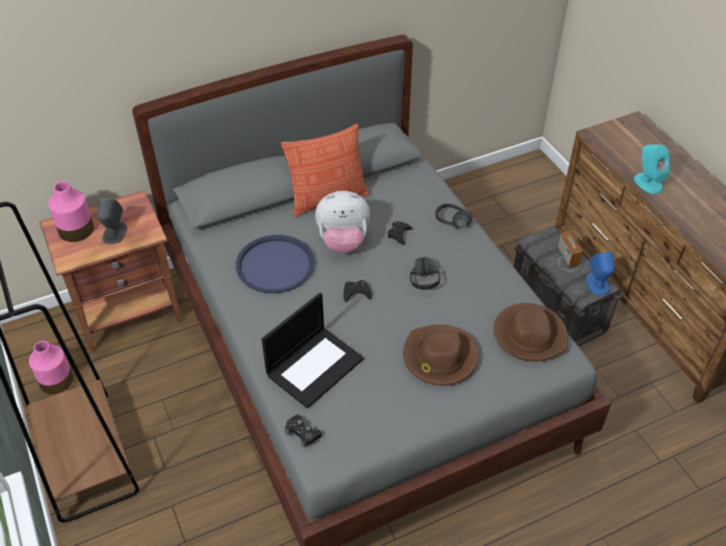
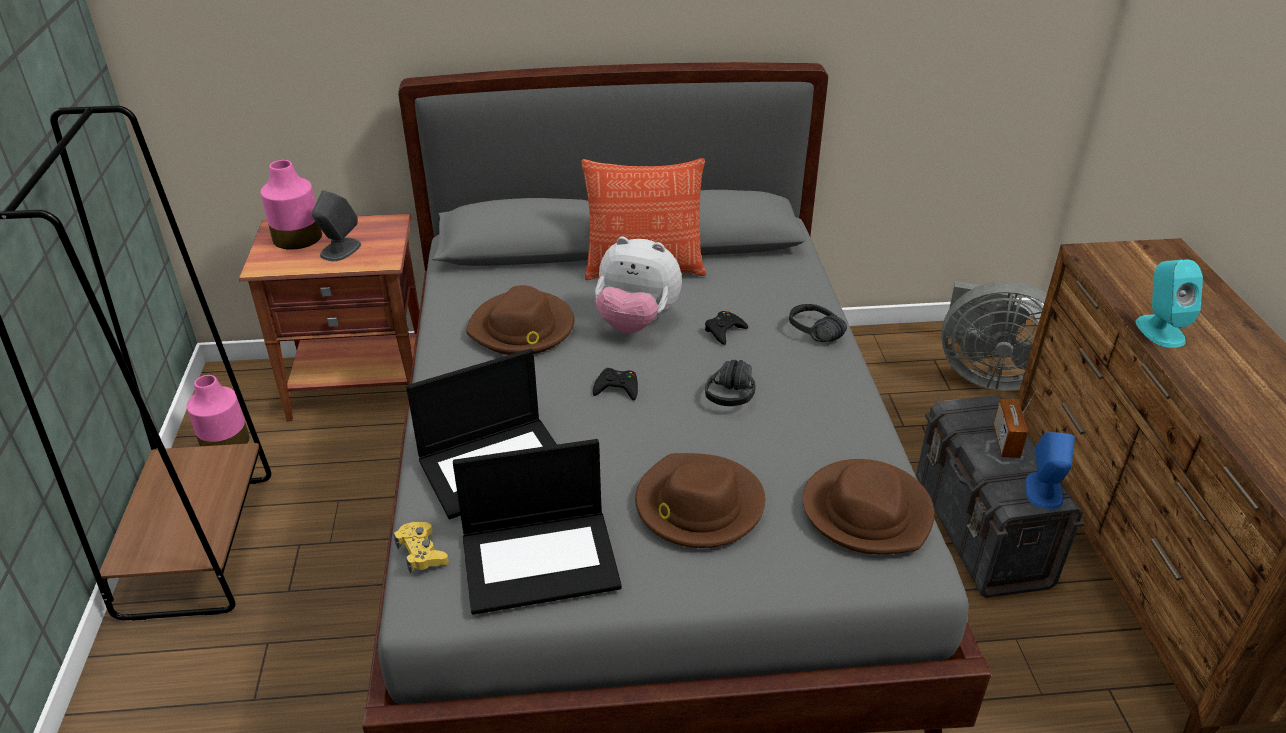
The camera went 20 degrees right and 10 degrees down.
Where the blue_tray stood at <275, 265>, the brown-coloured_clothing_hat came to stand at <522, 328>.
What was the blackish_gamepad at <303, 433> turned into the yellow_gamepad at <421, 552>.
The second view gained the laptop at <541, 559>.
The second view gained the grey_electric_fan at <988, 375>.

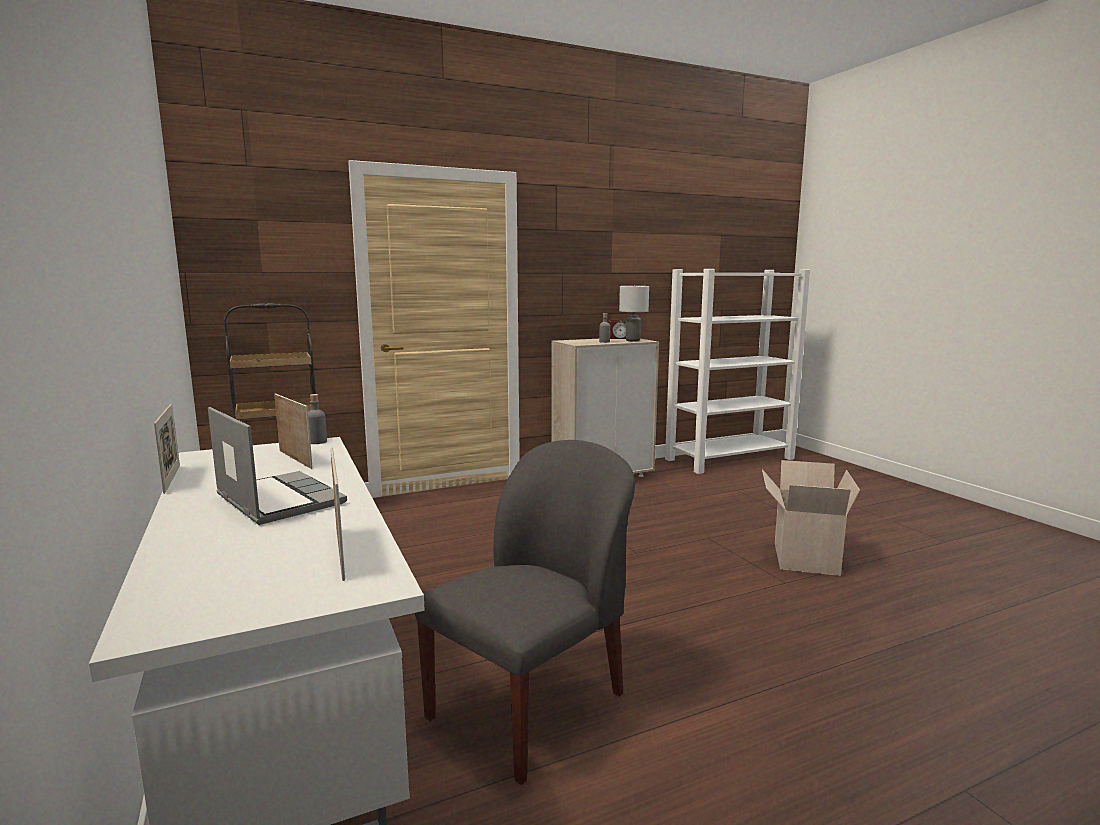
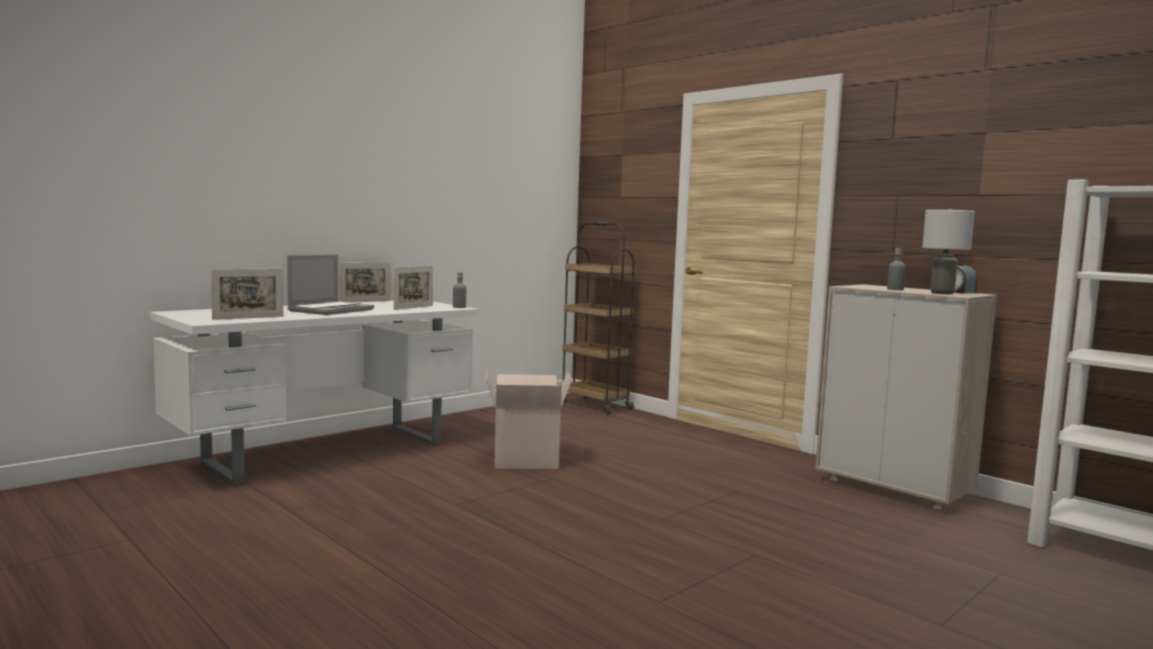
The camera went 70 degrees right and 5 degrees down.
The second view lost the grey_chair at <531, 704>.
The cardboard_box ended up elsewhere, having gone from <802, 558> to <527, 459>.

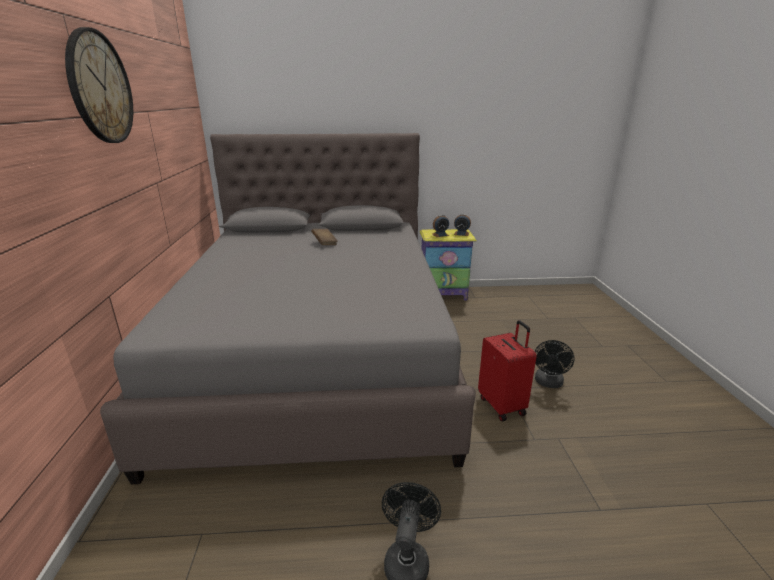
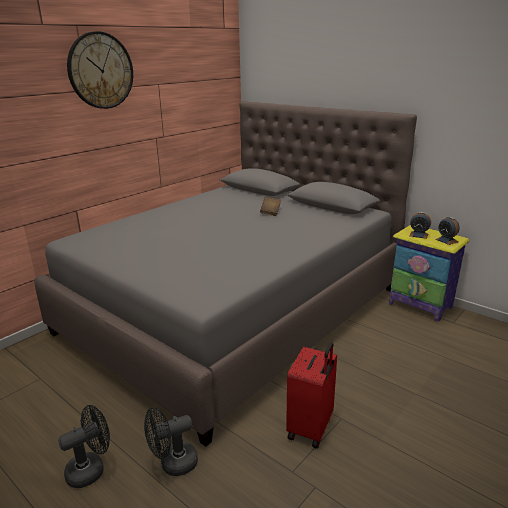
The camera went 45 degrees right and 0 degrees up.
The blackish_electric_fan ended up elsewhere, having gone from <548, 383> to <173, 464>.

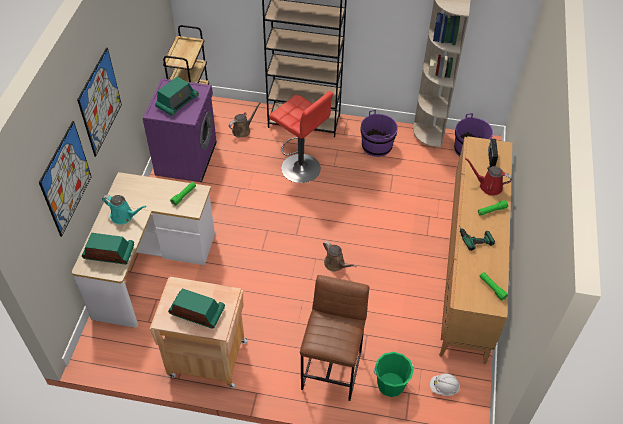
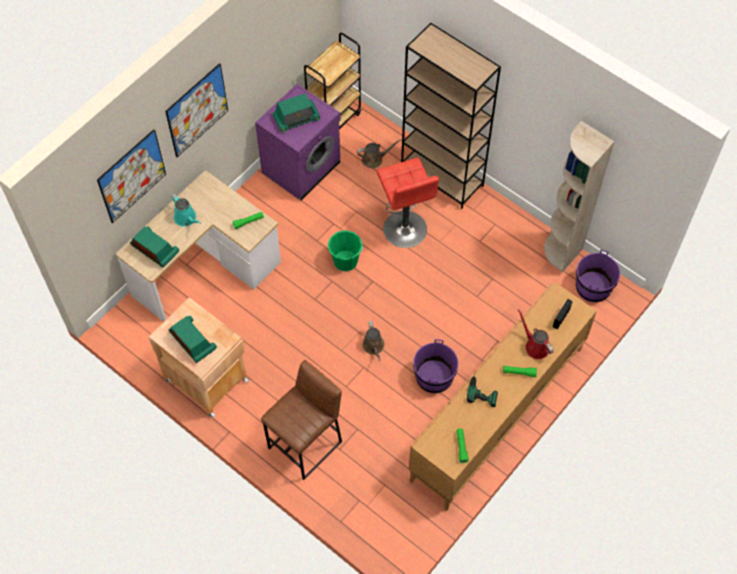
The camera went 30 degrees right and 10 degrees up.
The purplish_bucket ended up elsewhere, having gone from <377, 146> to <434, 377>.
The green_bucket ended up elsewhere, having gone from <390, 384> to <345, 261>.
The second view lost the white_work_helmet at <443, 388>.

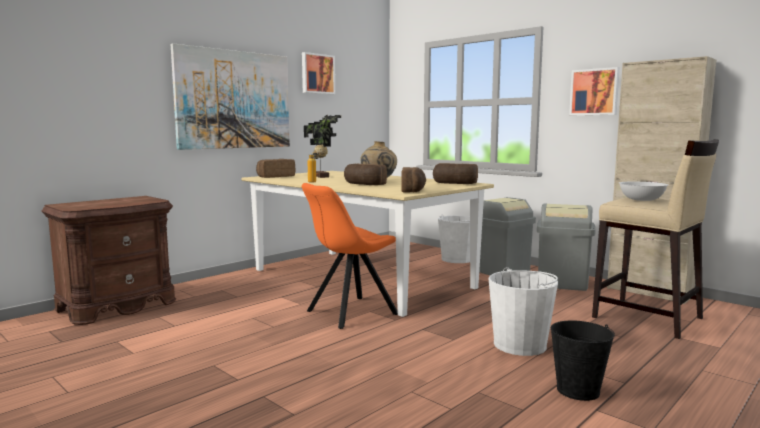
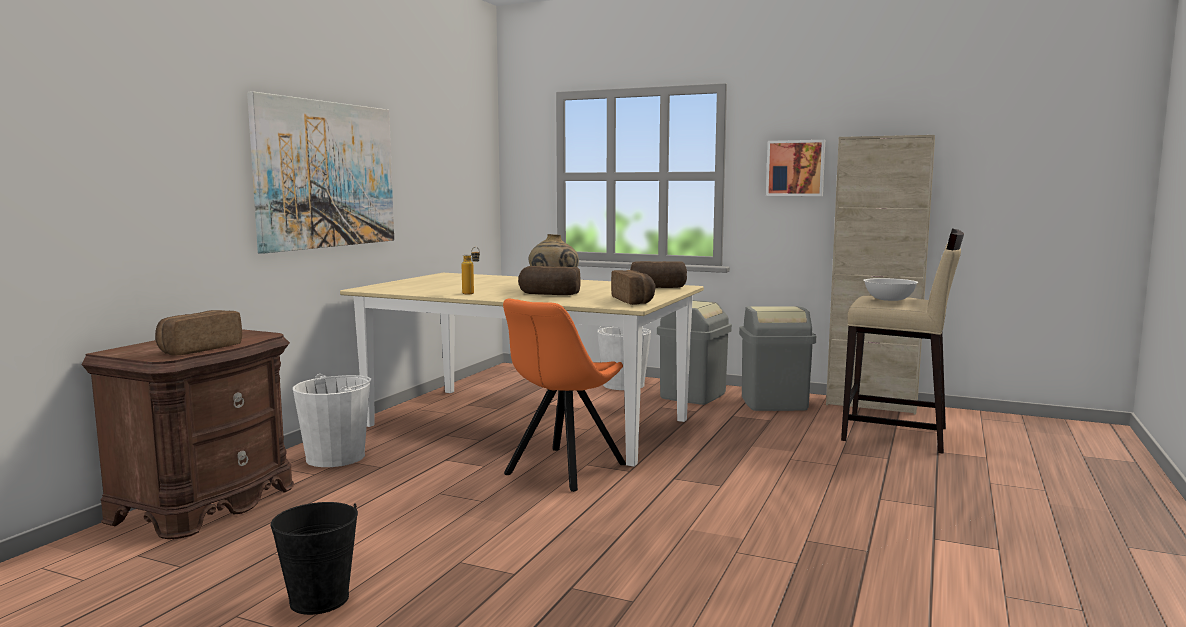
The camera went 20 degrees left and 0 degrees up.
The bakery_bread ended up elsewhere, having gone from <275, 176> to <198, 349>.
The second view lost the wall_art at <317, 74>.
The second view lost the plant_in_a_pot at <323, 176>.
The white_bucket ended up elsewhere, having gone from <520, 345> to <336, 457>.
The blackish_bucket ended up elsewhere, having gone from <577, 390> to <319, 599>.

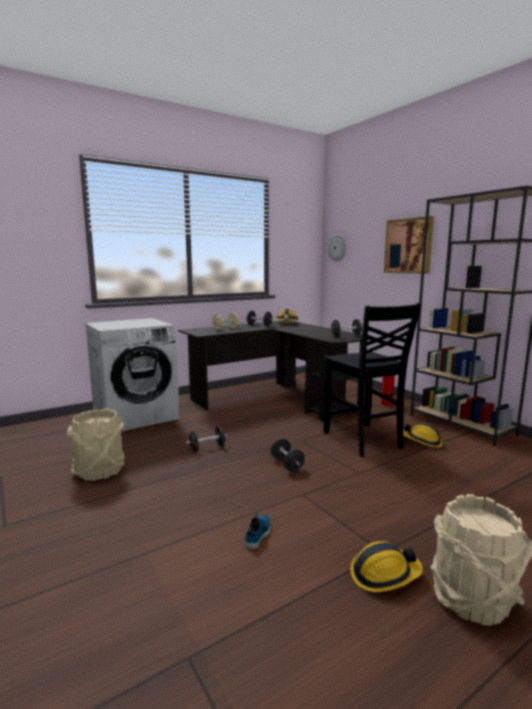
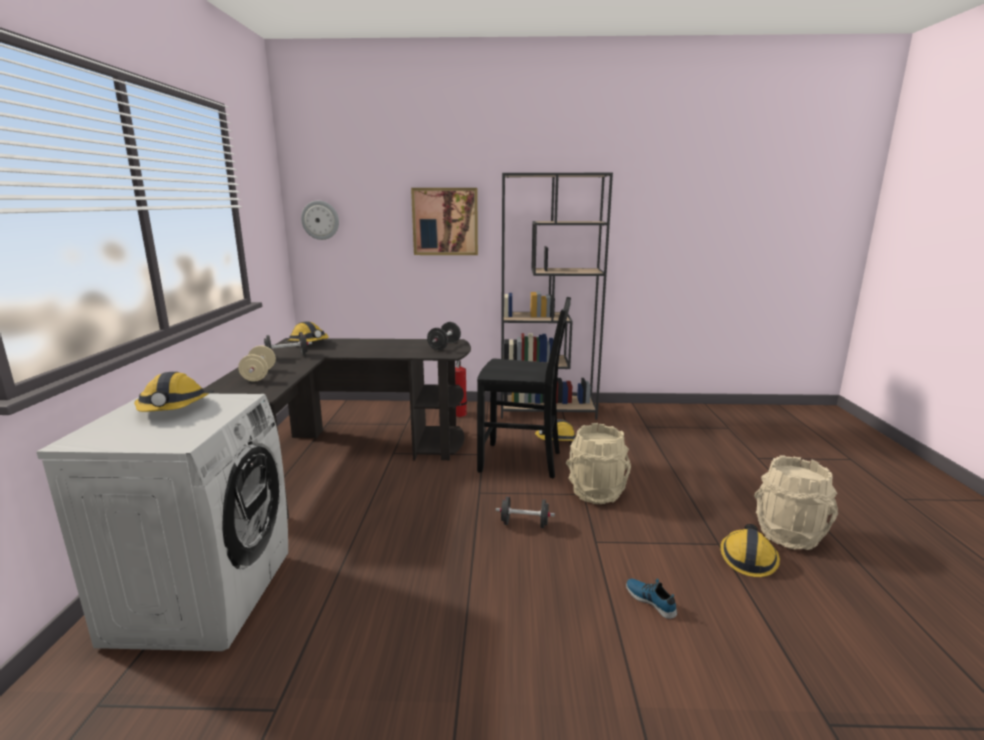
The camera went 55 degrees left and 5 degrees up.
The beige_bucket ended up elsewhere, having gone from <100, 471> to <596, 492>.
The second view lost the blackish_dumbbell at <207, 448>.
The second view gained the work_helmet at <173, 408>.

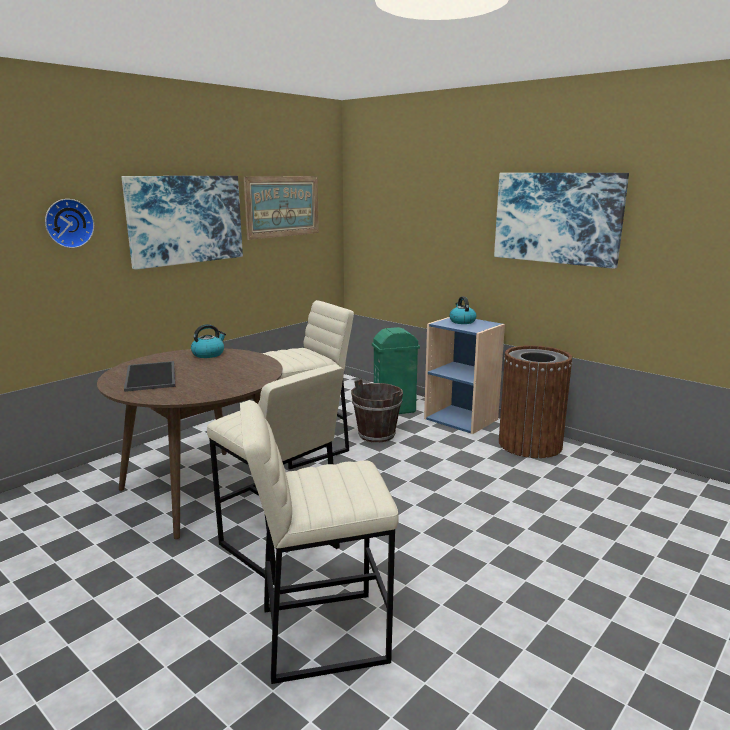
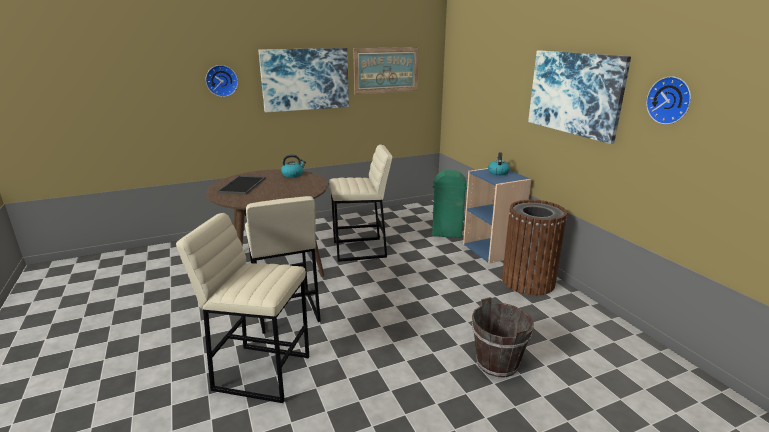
The camera went 25 degrees right and 5 degrees up.
The brown-coloured_bucket ended up elsewhere, having gone from <377, 435> to <497, 363>.
The second view gained the clock_on_the_wall at <670, 100>.

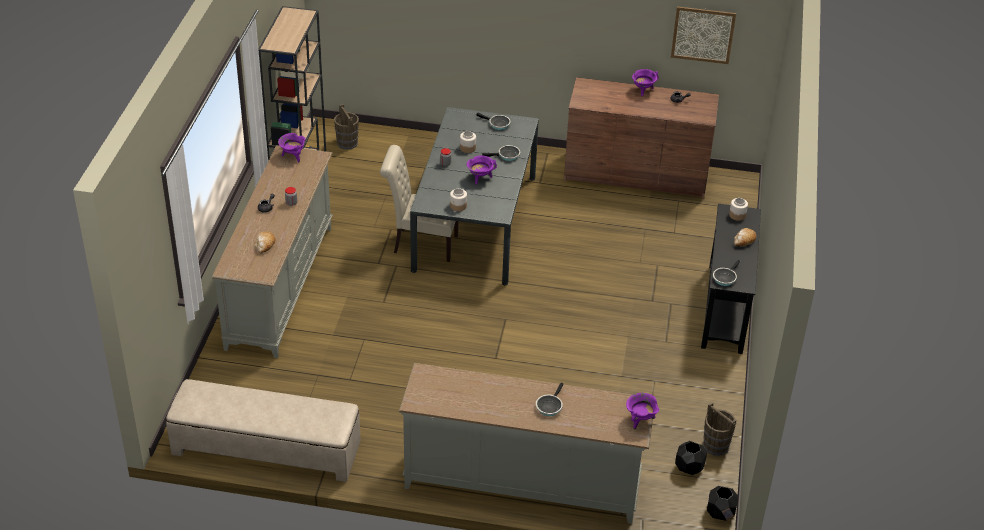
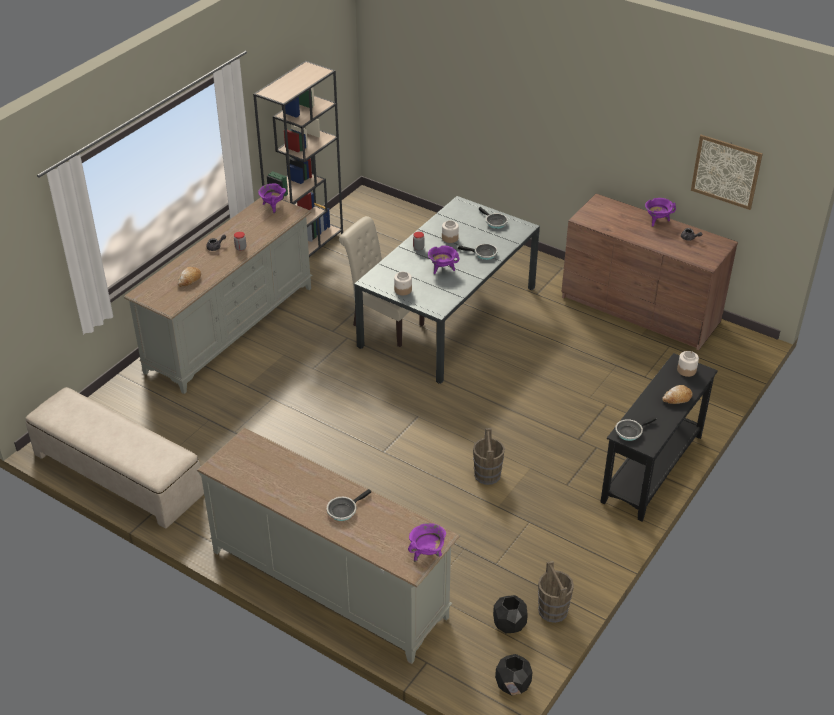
The camera went 25 degrees right and 0 degrees up.
The brown-coloured_bucket ended up elsewhere, having gone from <347, 143> to <487, 474>.

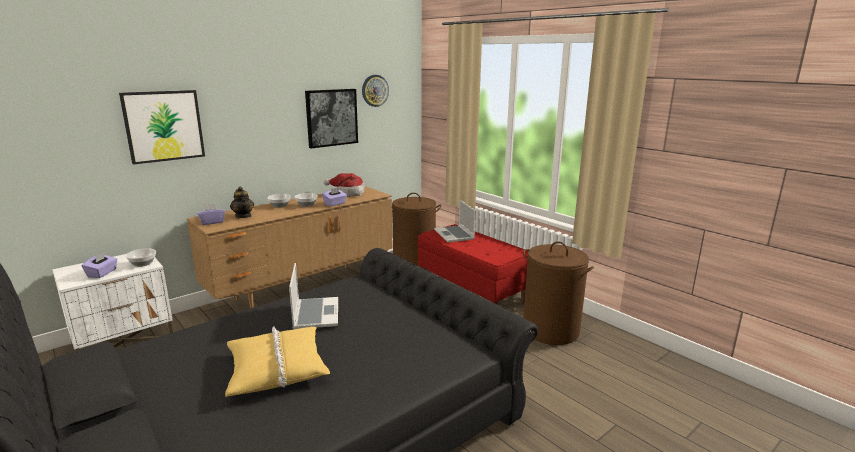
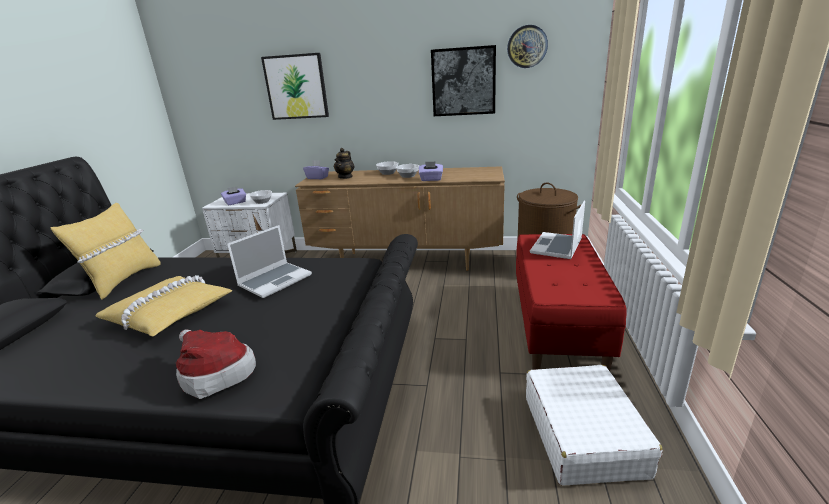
The camera went 50 degrees right and 5 degrees up.
The clothing_hat ended up elsewhere, having gone from <348, 193> to <215, 374>.
Where the brown-coloured_laundry_basket stood at <550, 330>, the white_piece_of_luggage came to stand at <582, 434>.
The second view gained the yellow_throw_pillow at <123, 280>.

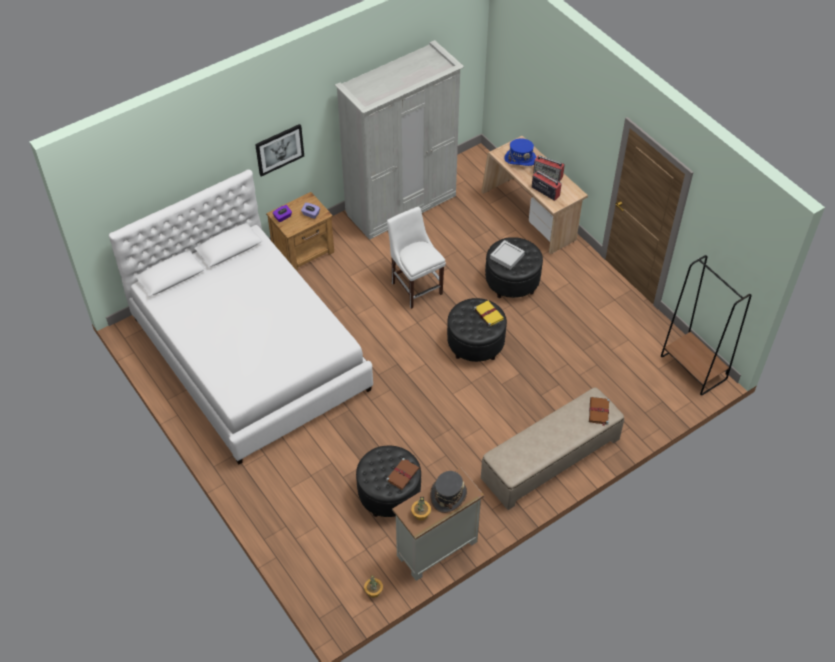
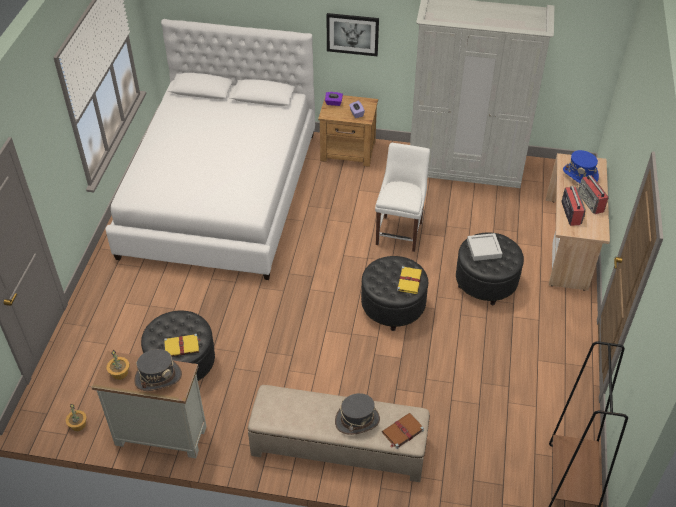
The camera went 45 degrees right and 5 degrees down.
What was the brown-coloured_bound_book at <403, 474> turned into the yellow_bound_book at <182, 346>.
The second view gained the grey_clothing_hat at <357, 420>.

